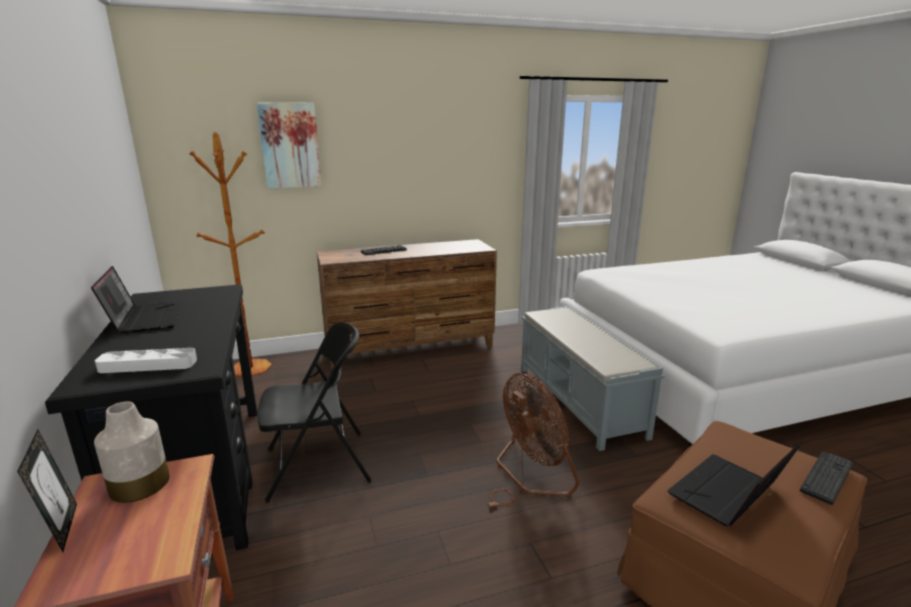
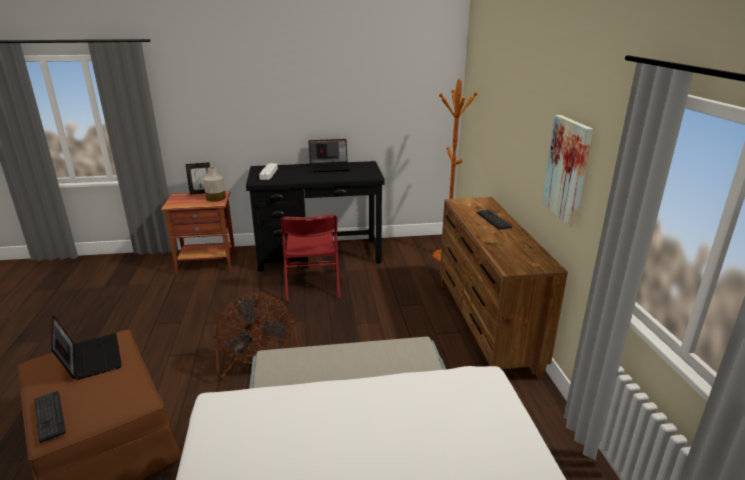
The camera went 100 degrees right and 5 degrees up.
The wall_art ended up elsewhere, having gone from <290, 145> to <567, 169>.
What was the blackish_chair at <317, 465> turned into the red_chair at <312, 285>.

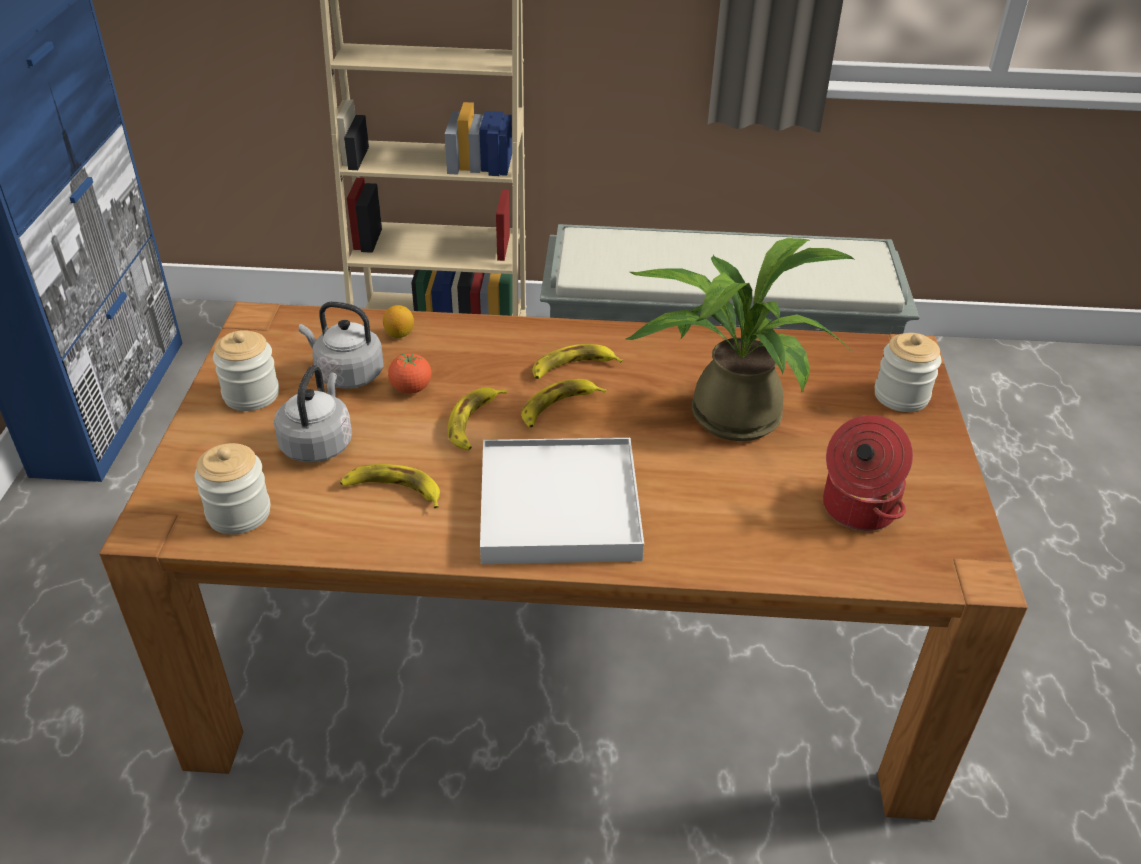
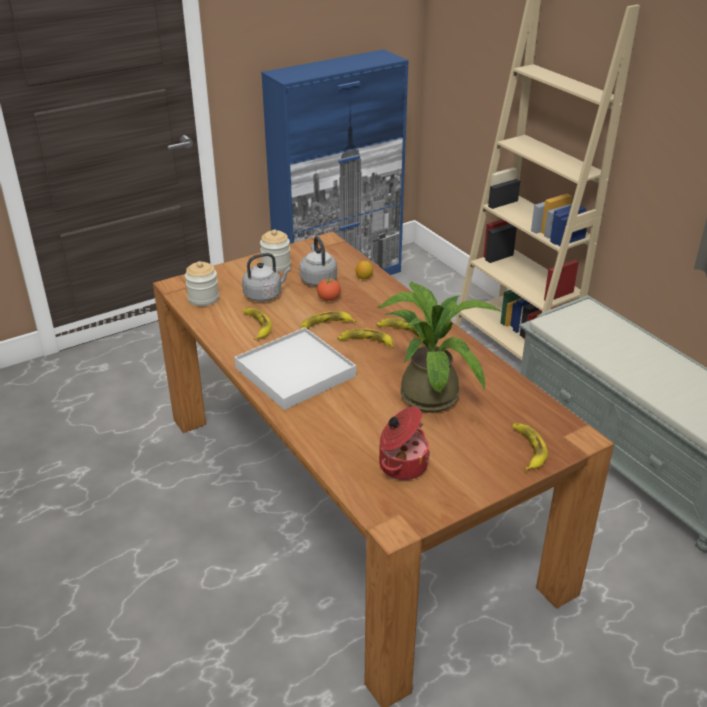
The camera went 55 degrees right and 5 degrees down.
Where the preserve_jar stood at <901, 396>, the whole_banana came to stand at <528, 449>.

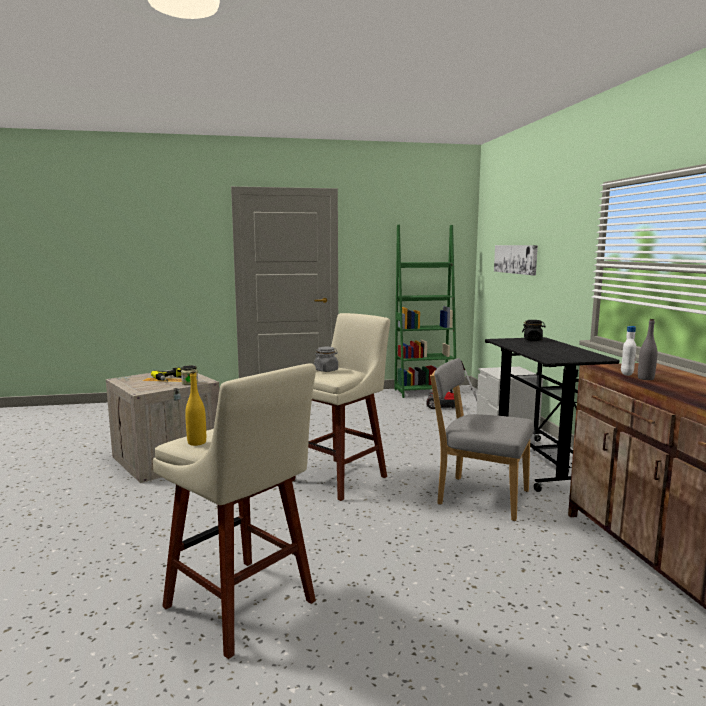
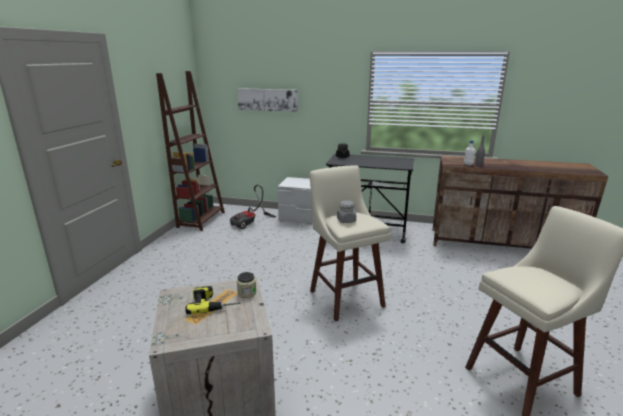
The camera went 65 degrees left and 10 degrees up.
The second view lost the yellow_bottle at <197, 442>.
What was the green_bookcase at <425, 392> turned into the brown-coloured_bookcase at <201, 220>.
The second view lost the grey_chair at <478, 496>.

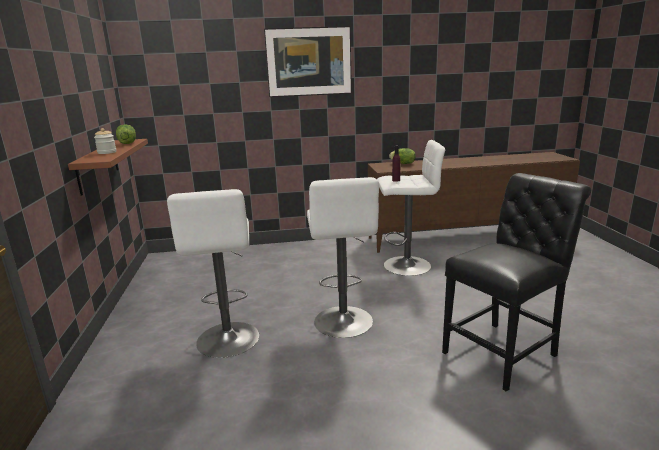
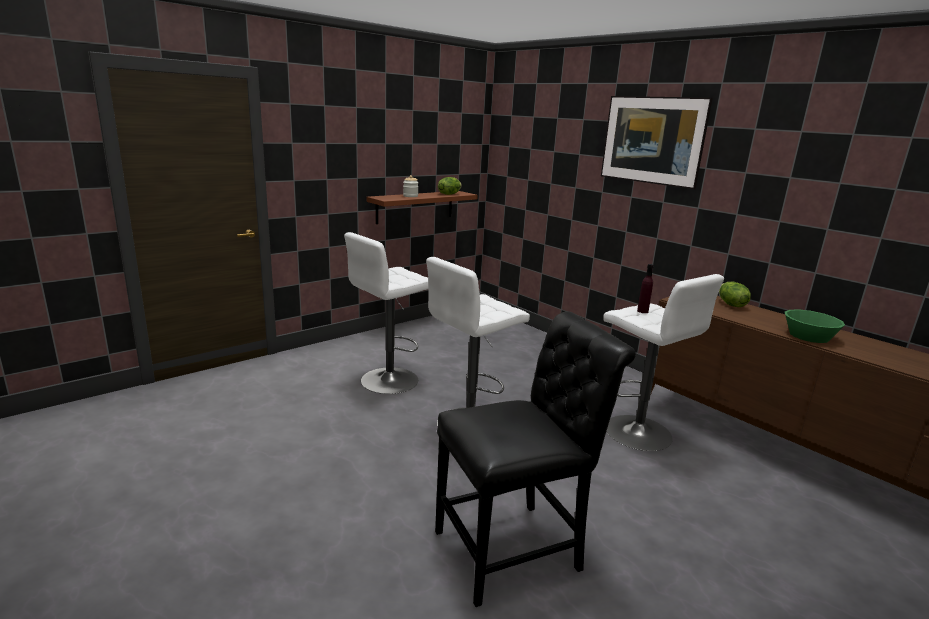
The camera went 55 degrees right and 0 degrees up.
The blackish_chair at <504, 352> ended up facing another way, 45 degrees counterclockwise from before.
The second view gained the green_serving_bowl at <808, 336>.

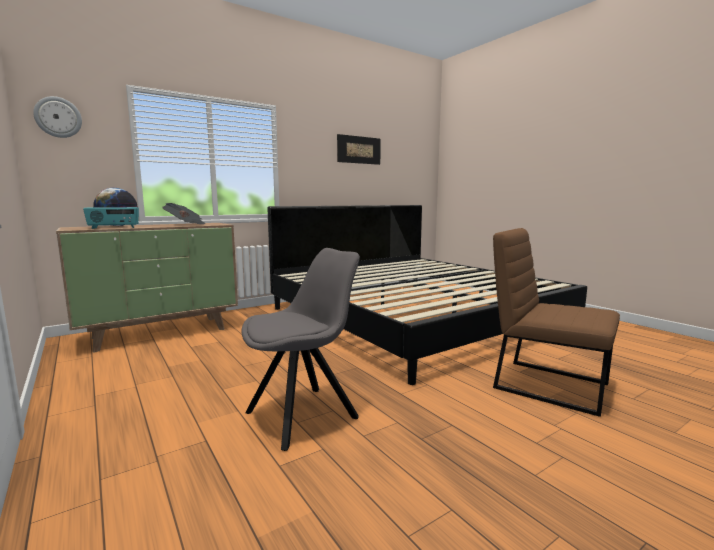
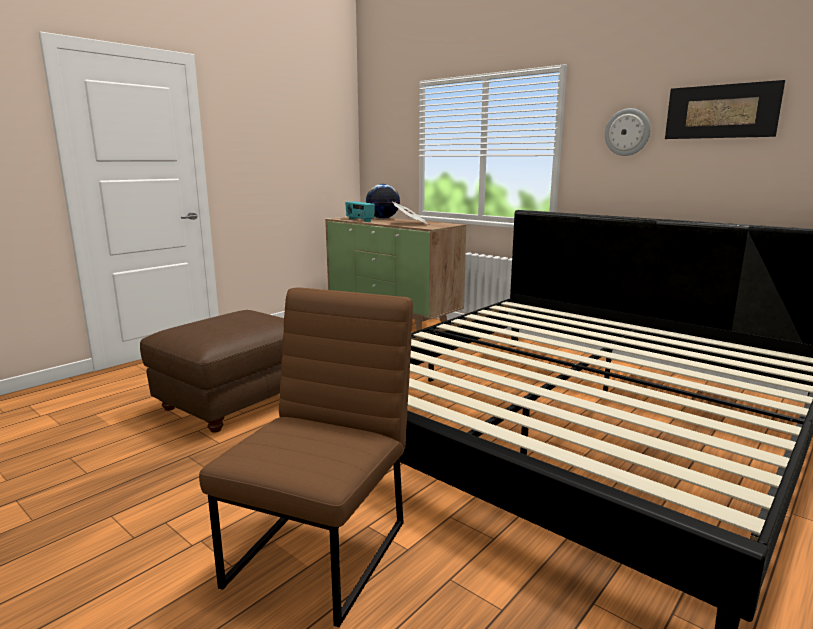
The camera went 75 degrees right and 5 degrees up.
The clock_on_the_wall ended up elsewhere, having gone from <58, 117> to <627, 132>.
Where the grey_chair stood at <303, 415>, the brown-coloured_pouffe came to stand at <235, 403>.

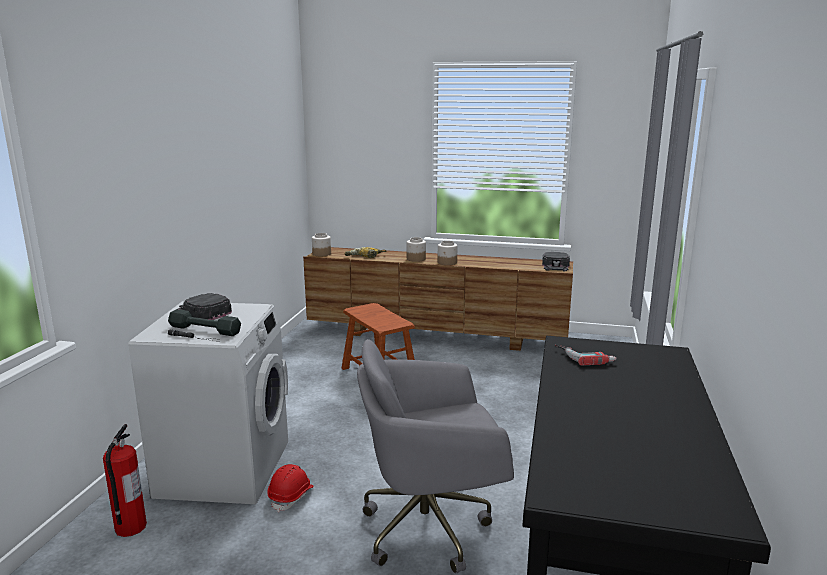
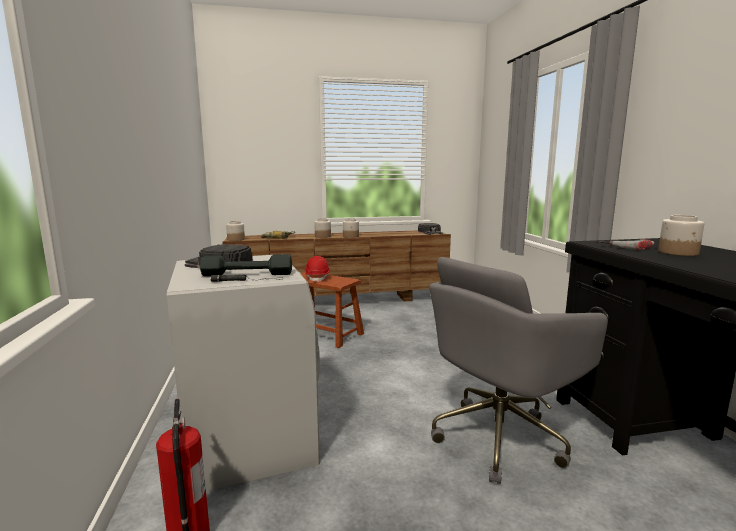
The camera went 25 degrees left and 5 degrees down.
The red_work_helmet ended up elsewhere, having gone from <291, 496> to <318, 277>.
The second view gained the preserve_jar at <678, 252>.

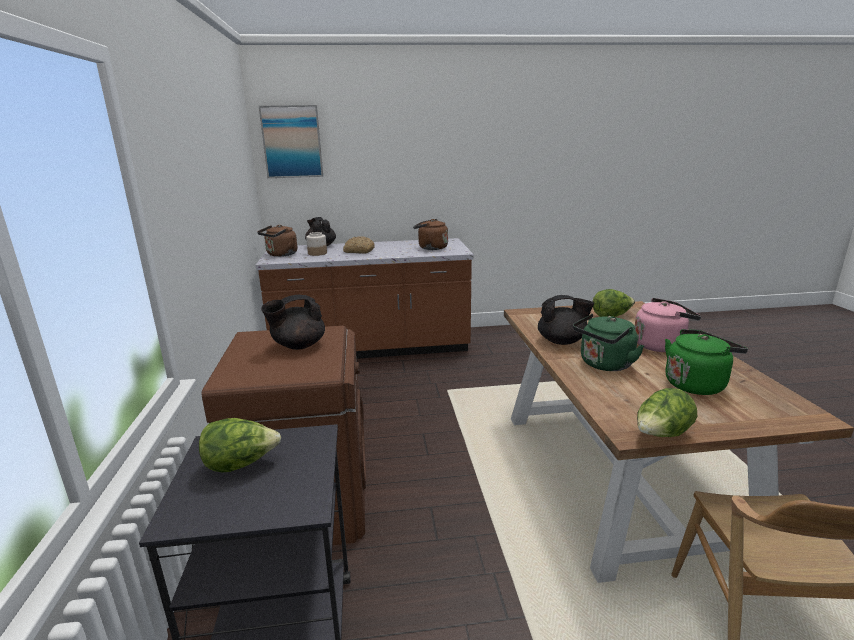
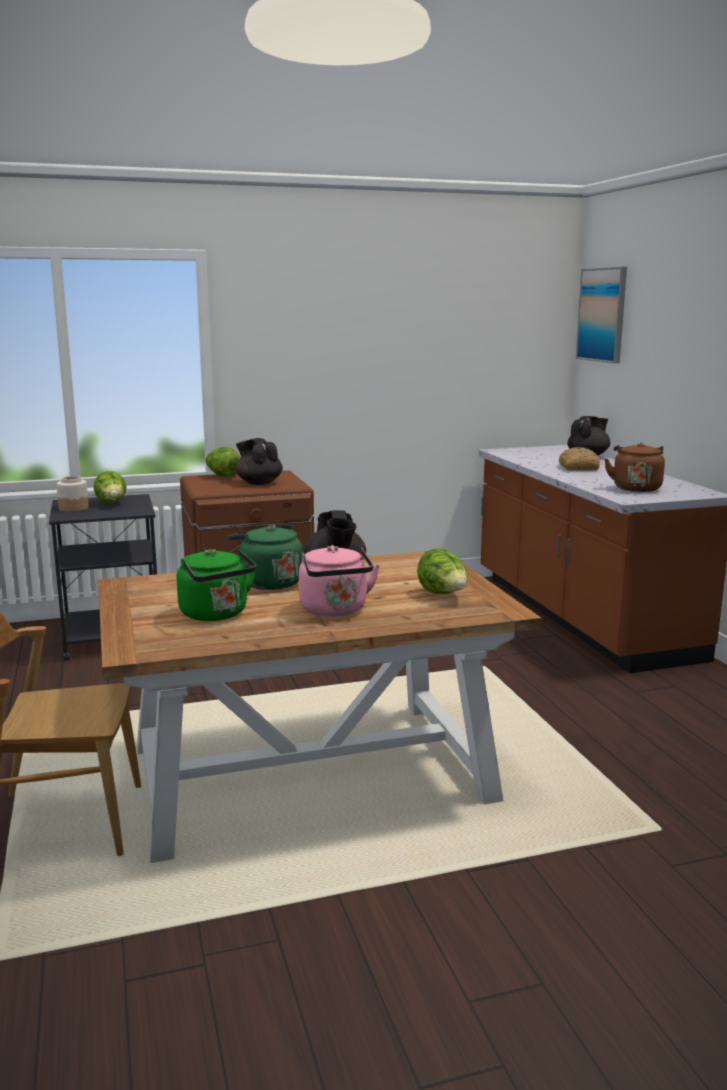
The camera went 80 degrees right and 5 degrees down.
The second view lost the brown-coloured_water_kettle at <280, 255>.
The preserve_jar ended up elsewhere, having gone from <317, 253> to <73, 508>.
The lettuce ended up elsewhere, having gone from <661, 435> to <222, 476>.

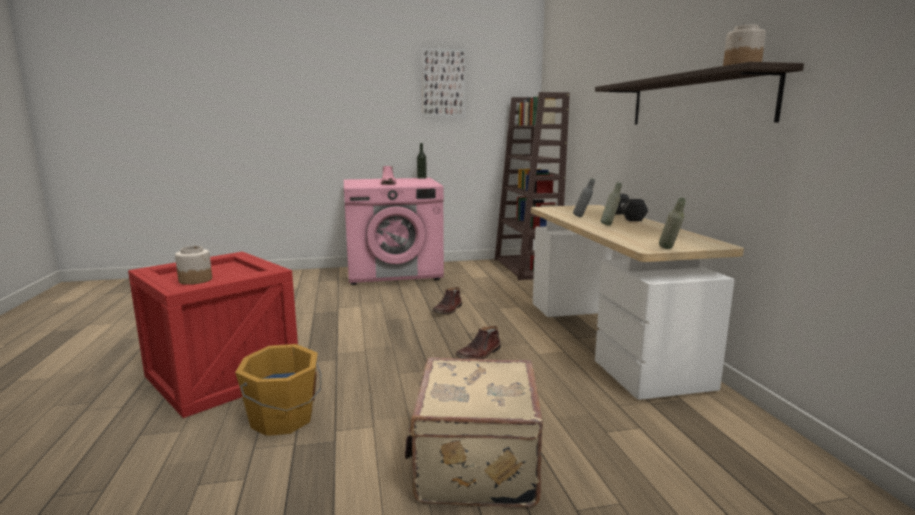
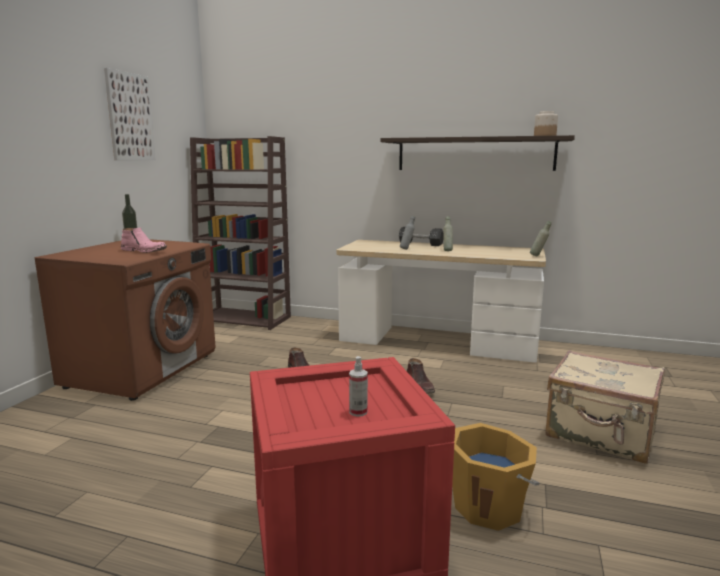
The camera went 60 degrees left and 0 degrees up.
Where the preserve_jar stood at <195, 280>, the spray_bottle came to stand at <358, 412>.
What was the pinkish_washing_machine at <394, 274> turned into the brown-coloured_washing_machine at <144, 370>.

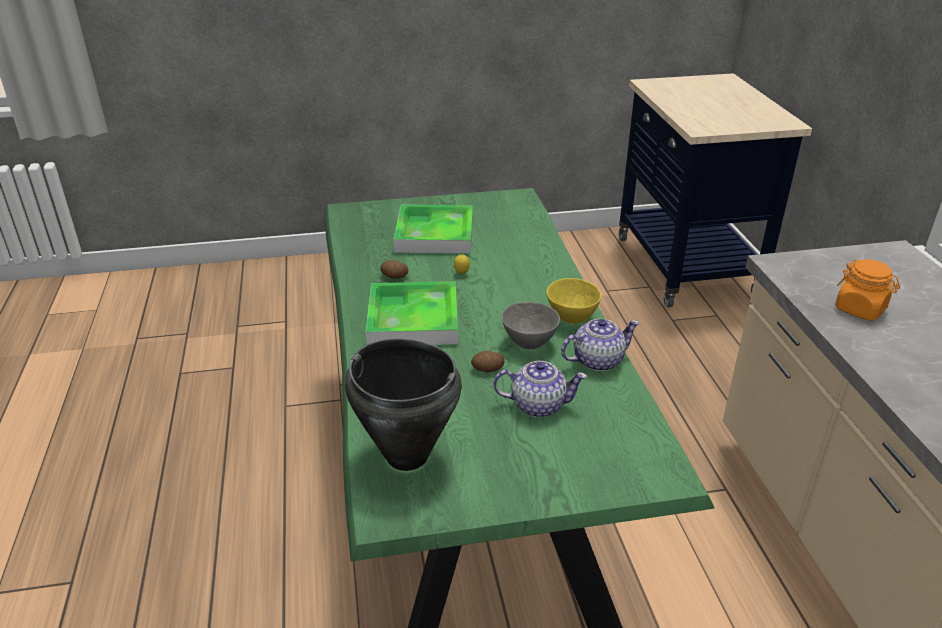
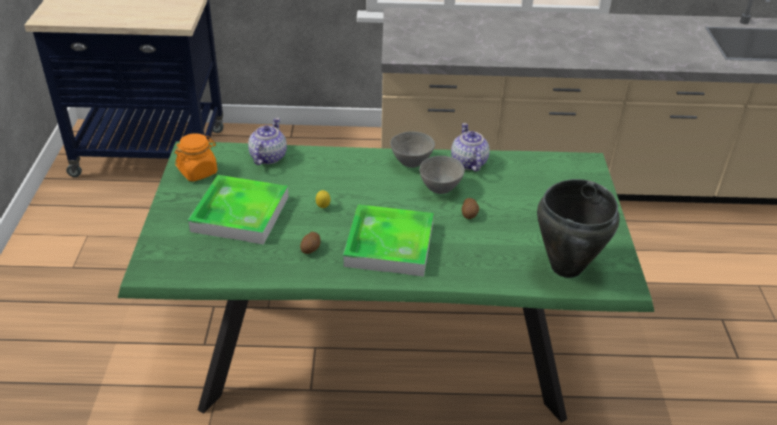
The camera went 80 degrees left and 5 degrees up.
The tea_pot ended up elsewhere, having gone from <537, 405> to <267, 157>.
What was the yellow_serving_bowl at <571, 318> turned into the grey_serving_bowl at <411, 163>.
The orange_preserve_jar ended up elsewhere, having gone from <860, 309> to <198, 171>.

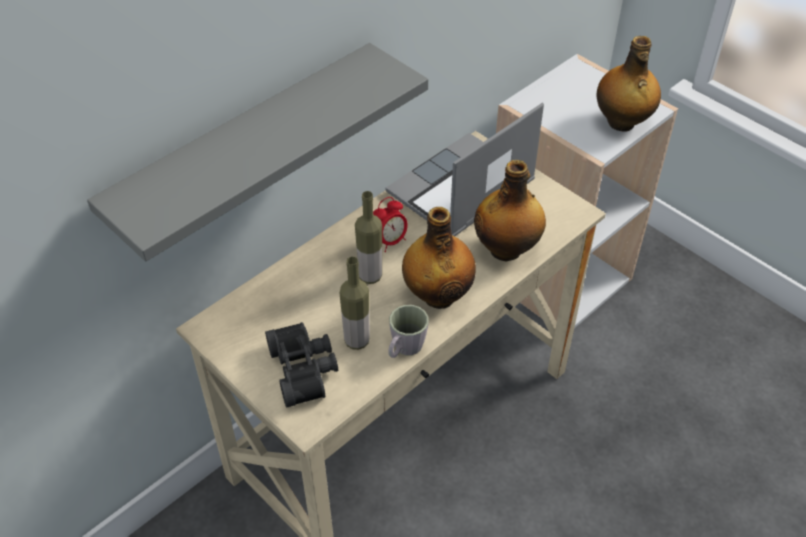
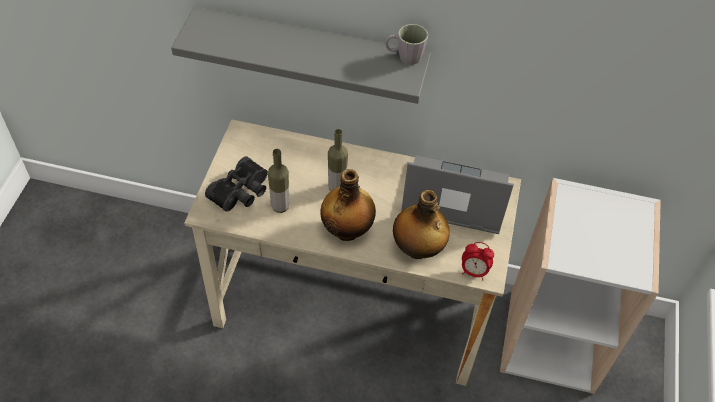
The camera went 55 degrees right and 5 degrees up.
The bedside_clock ended up elsewhere, having gone from <389, 241> to <474, 272>.
The grey_tea_mug ended up elsewhere, having gone from <404, 349> to <404, 57>.
The second view lost the bottle at <621, 123>.

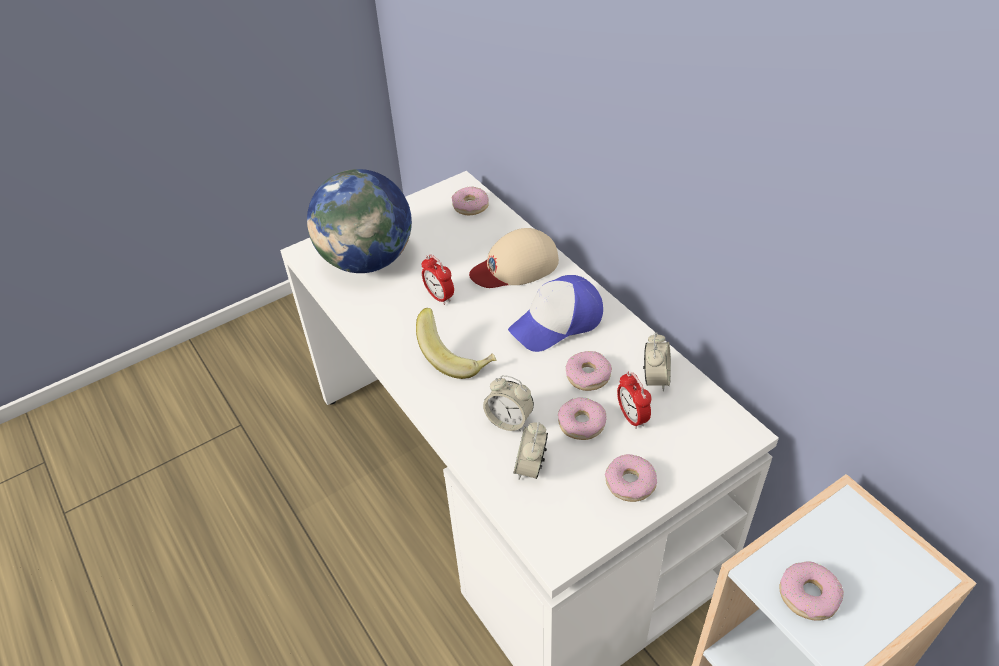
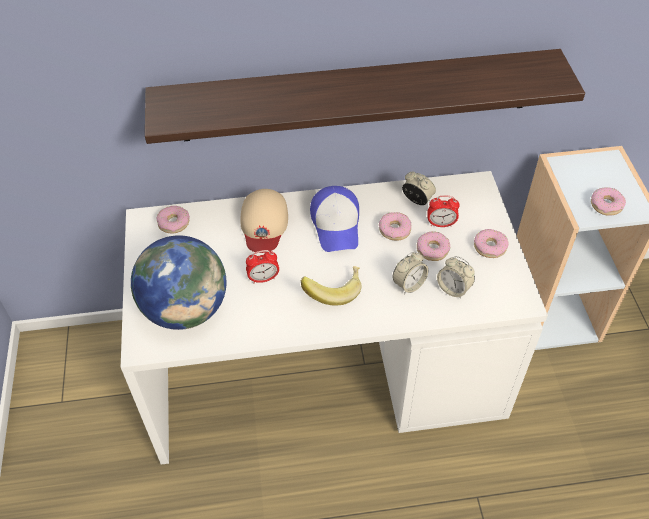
The camera went 65 degrees left and 5 degrees up.
The second view gained the bracket_shelf at <356, 96>.

